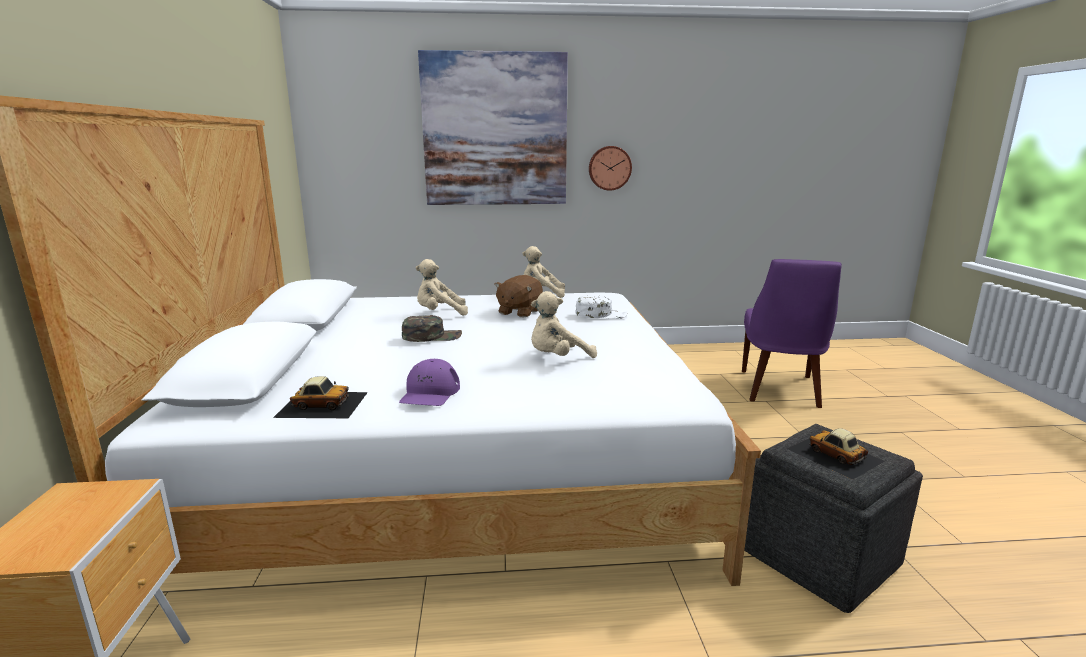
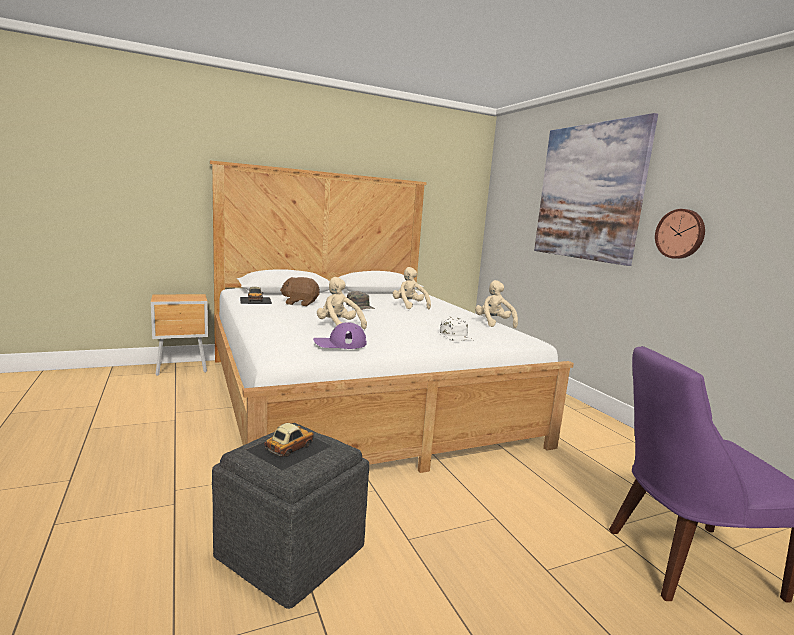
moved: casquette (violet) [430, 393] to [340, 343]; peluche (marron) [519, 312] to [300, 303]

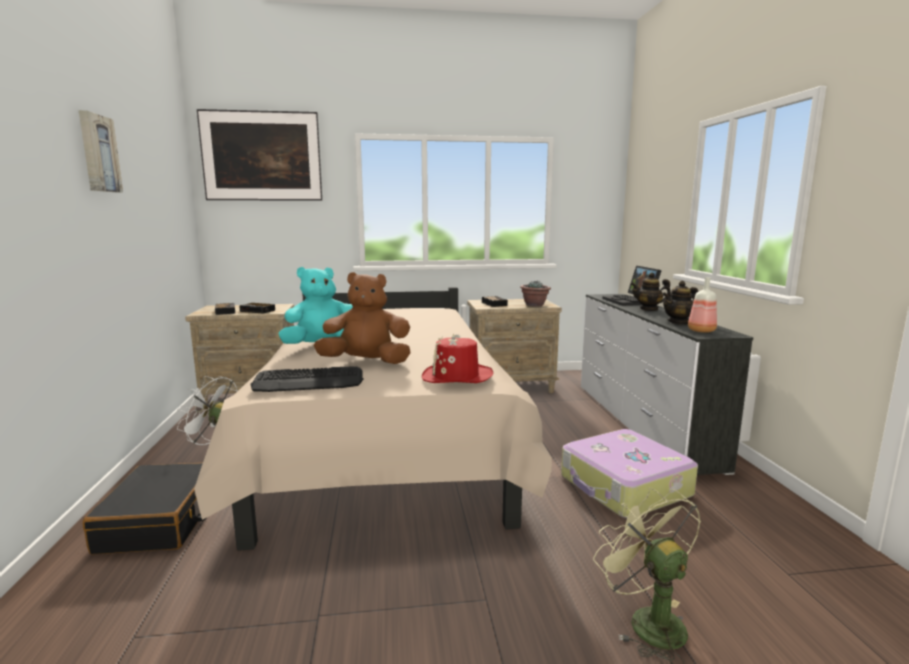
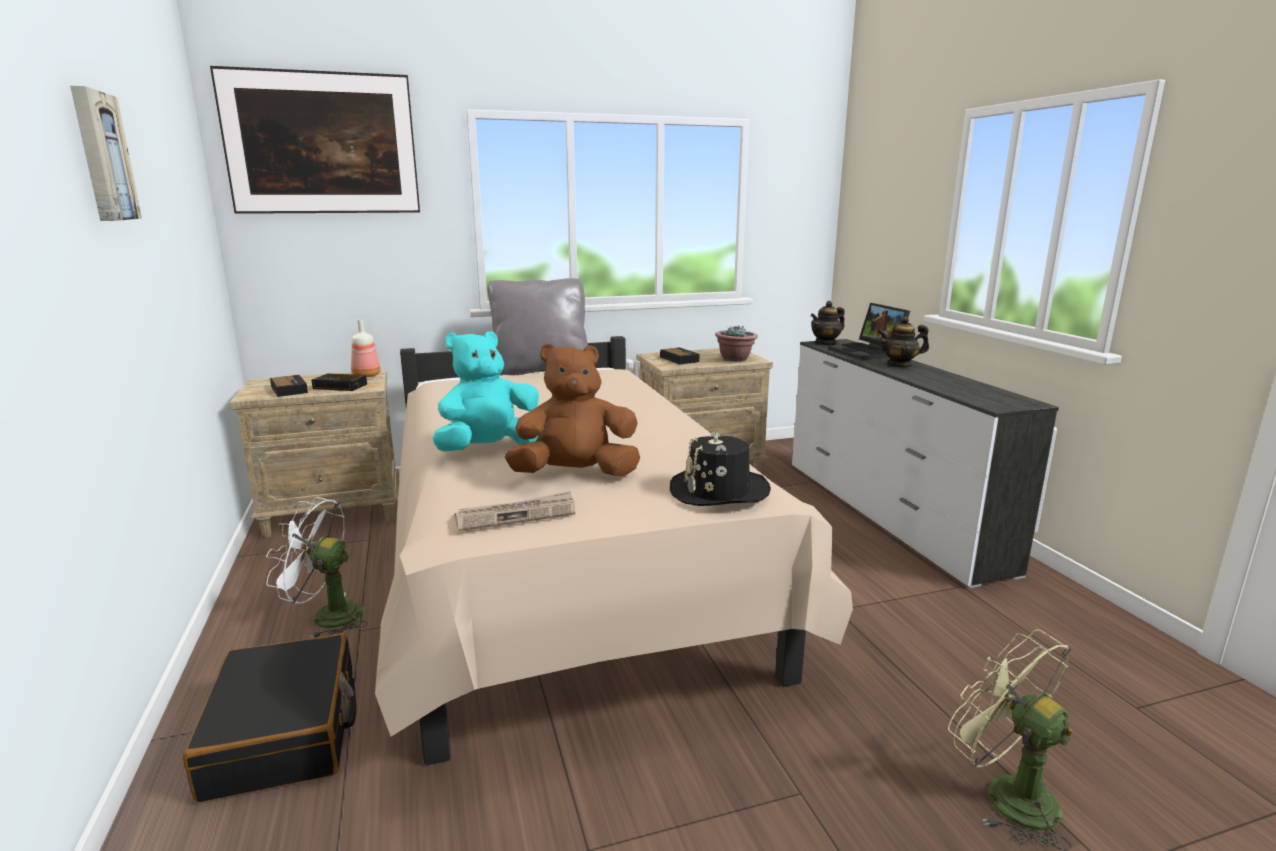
removed: valise [624, 487]
added: coussin (gris) [541, 370]
moved: théière [678, 322] to [826, 343]; bouteille [700, 331] to [365, 375]
replaced: clavier [309, 381] to journal [516, 515]
recoloured: chapeau (rouge) [456, 376] to chapeau (noir) [719, 491]

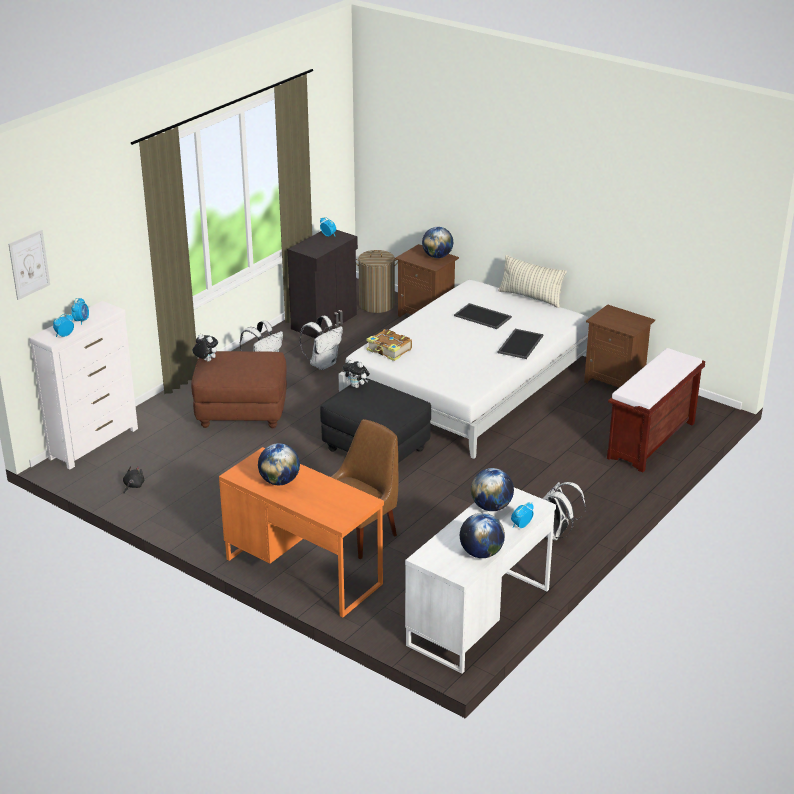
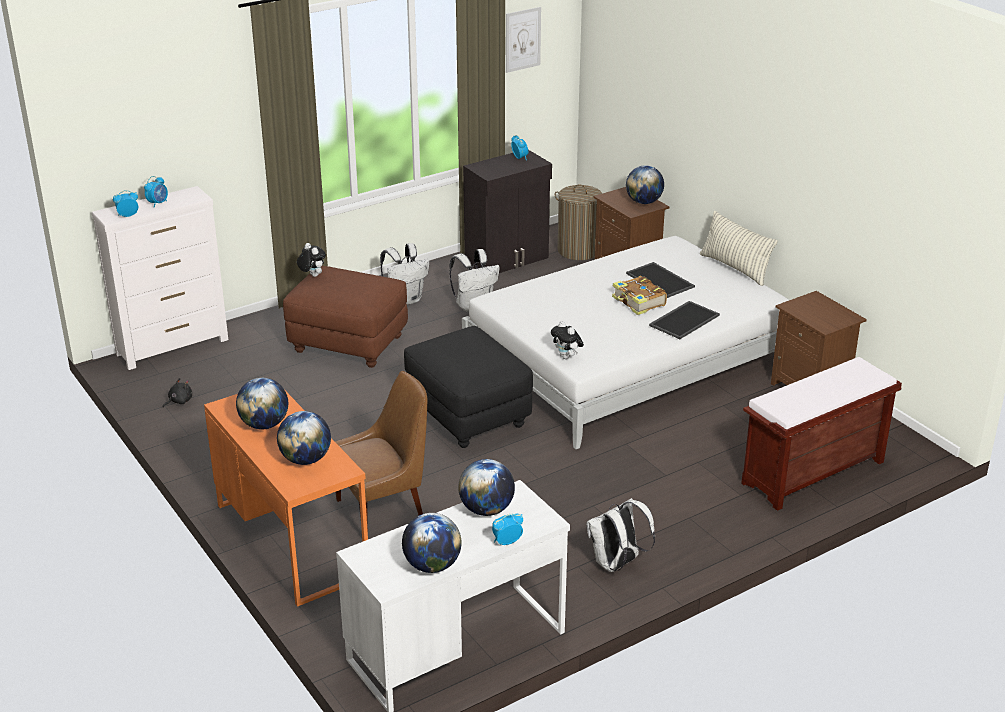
added: globe [305, 459]
moved: tableau [29, 264] to [523, 39]; peluche [356, 386] to [567, 357]; livre [389, 351] to [638, 302]

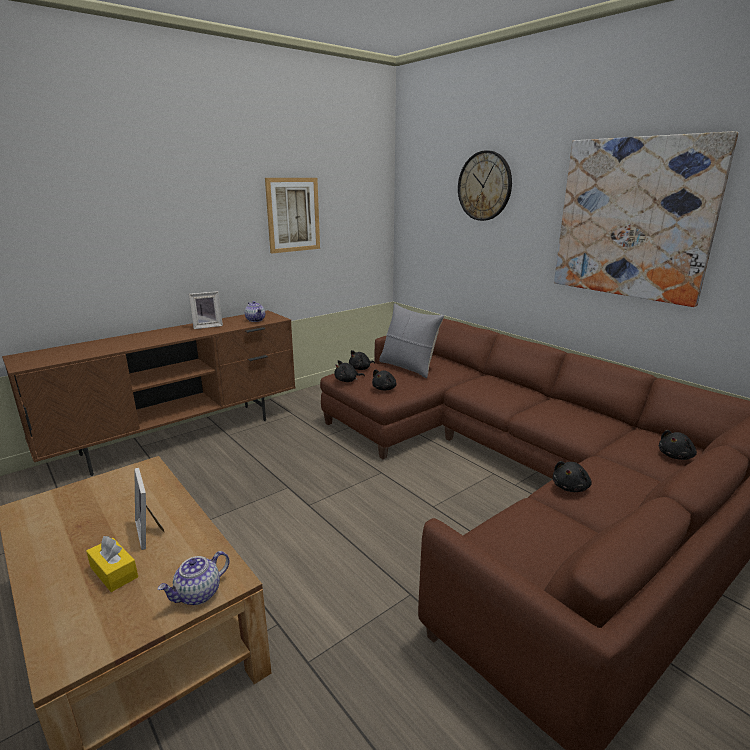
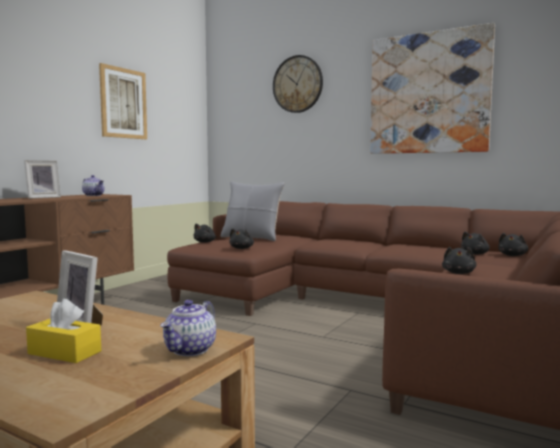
moved: peluche (noir) [347, 380] to [475, 254]

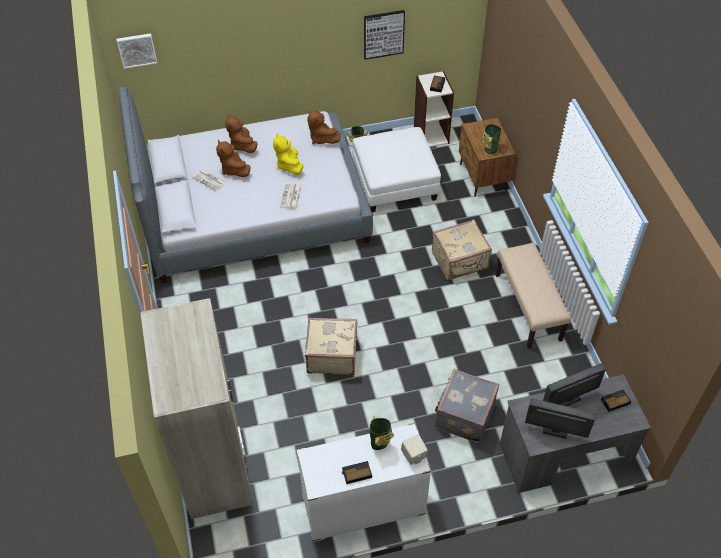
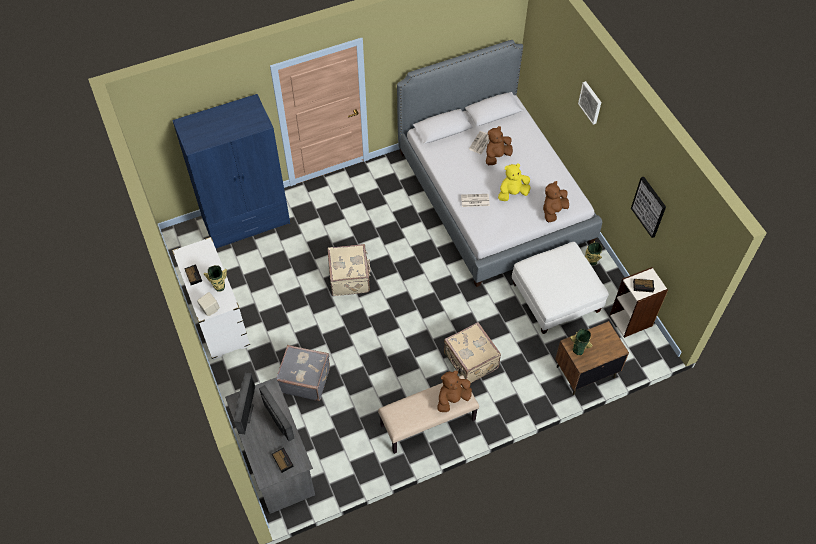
moved: tableau [137, 49] to [591, 102]; peluche (marron) [242, 145] to [452, 399]
recoloured: armoire (beige) [214, 462] to armoire (bleu) [246, 221]

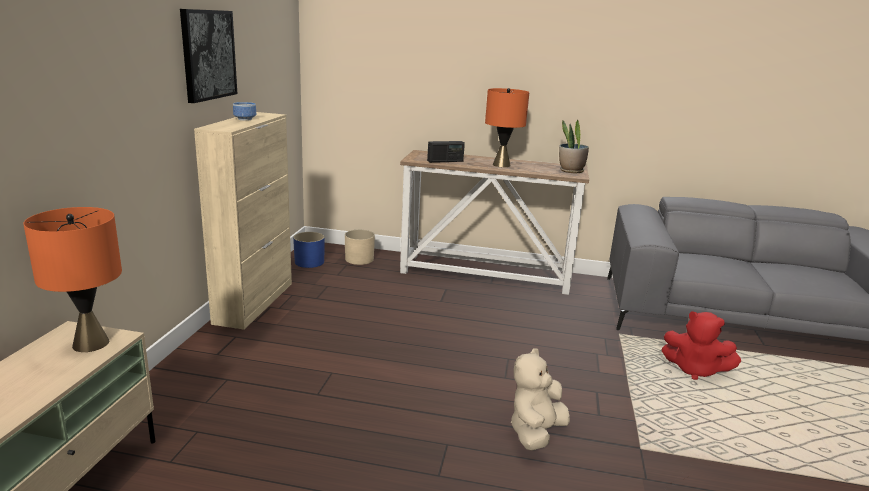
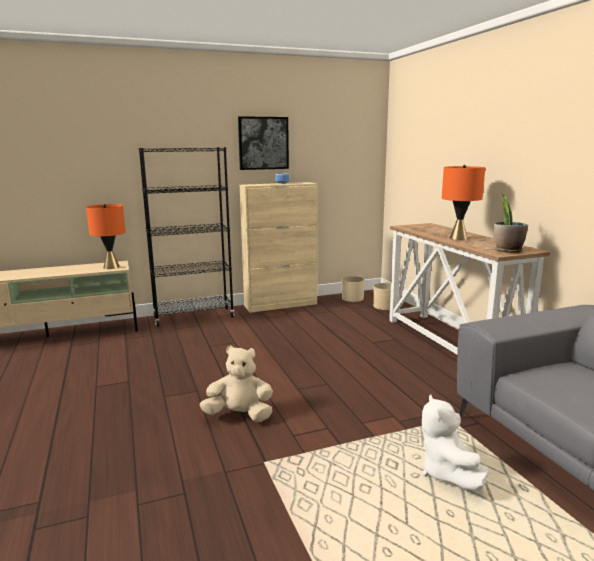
removed: radio [445, 161]
added: bibliothèque (noir) [194, 317]
recoloured: cache-pot (bleu) [309, 262] to cache-pot (beige) [352, 298]; peluche (rouge) [694, 370] to peluche (blanc) [447, 474]

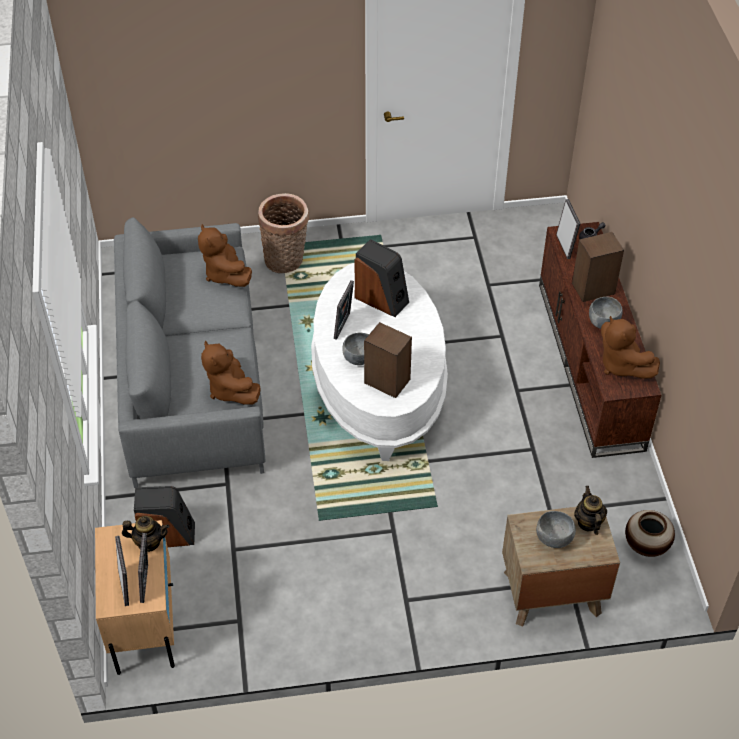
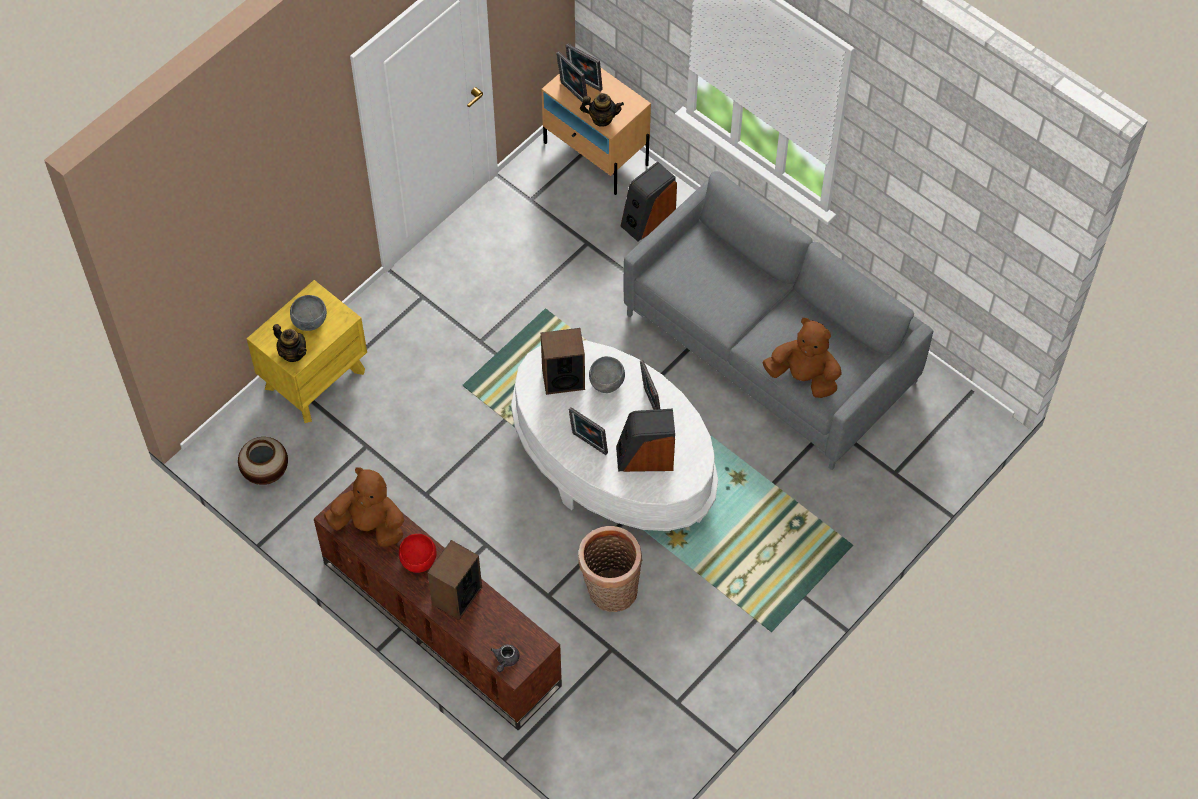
removed: peluche (marron) [230, 389]
moved: panier [286, 260] to [609, 592]; cadre photo [565, 246] to [588, 445]
recoloured: table de chevet (marron) [551, 593] to table de chevet (jaune) [315, 378]; bol (gris) [603, 323] to bol (rouge) [419, 560]
turned: théière [148, 542] = [602, 119] 135 degrees counterclockwise

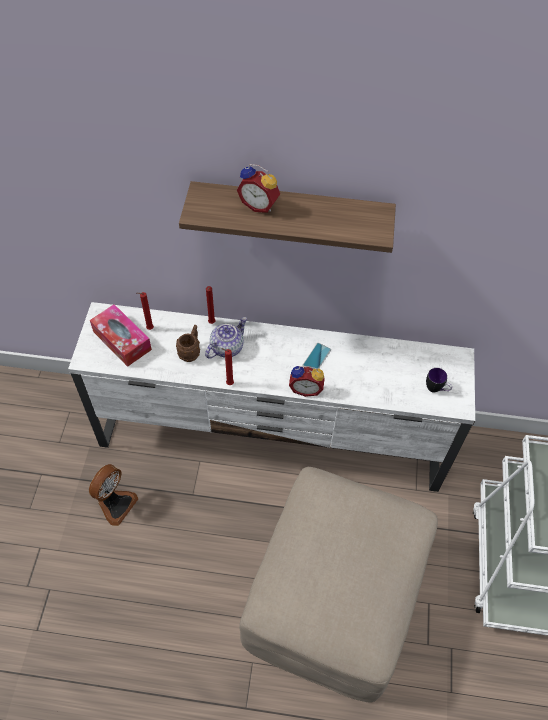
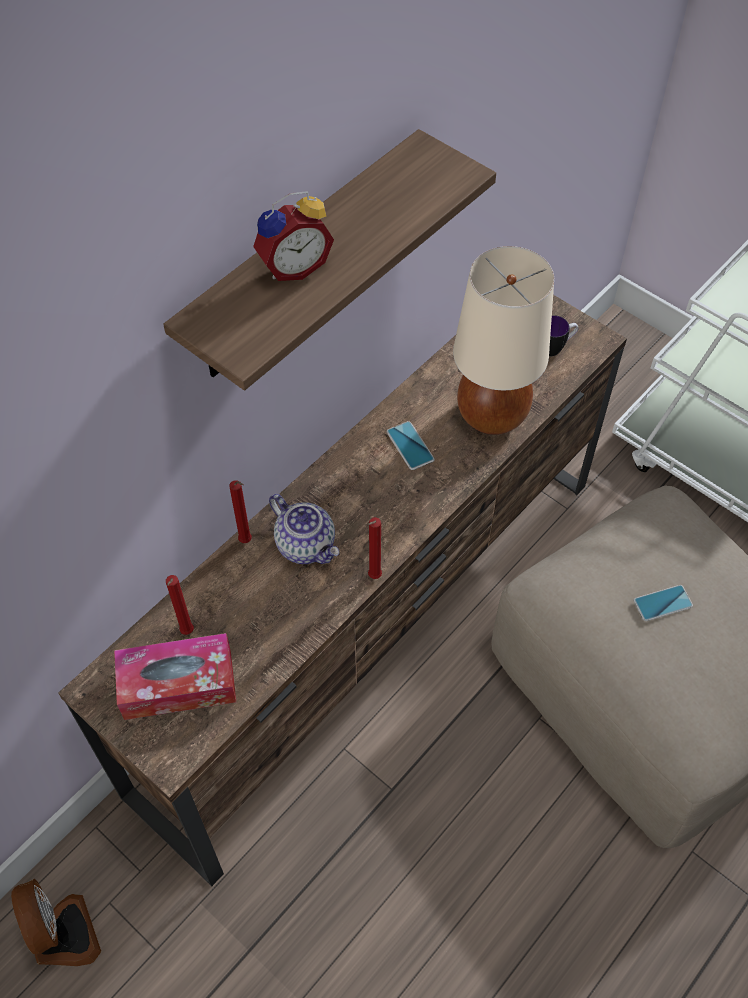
removed: mug (marron) [191, 352]; réveil [306, 388]
added: lampe de table (beige) [491, 414]; téléphone [662, 603]
moved: ventilateur [115, 504] to [62, 936]
recoloured: meuble télé (blanc) [273, 437] to meuble télé (marron) [375, 628]
turned: théière [227, 347] = [306, 545] 150 degrees clockwise

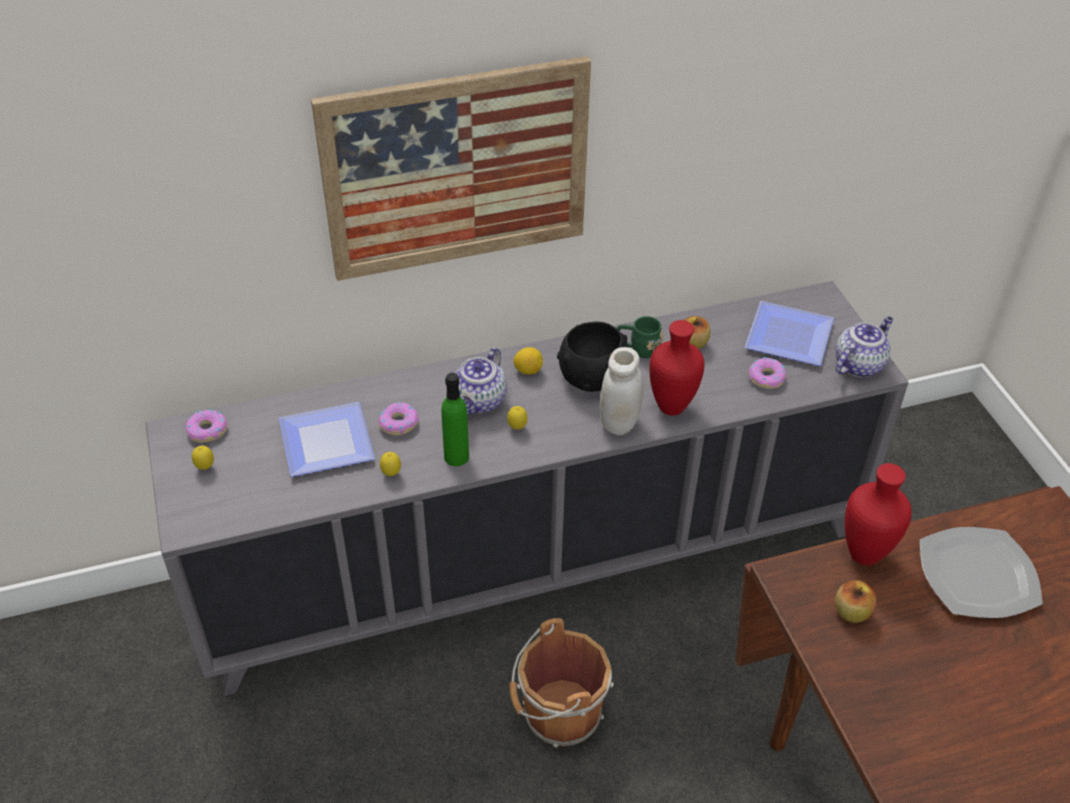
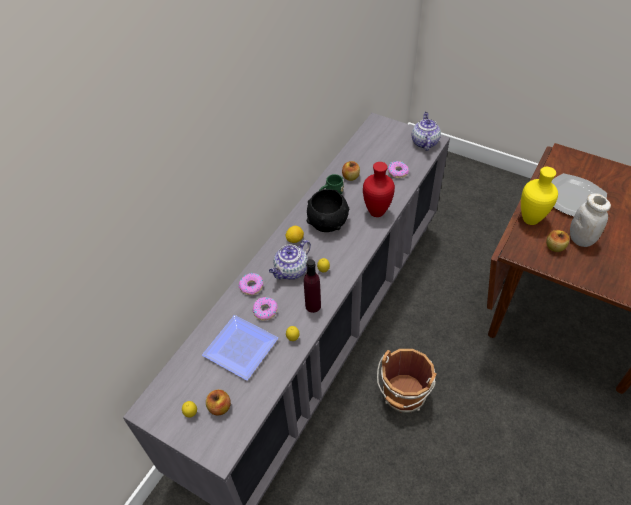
removed: tableau [456, 169]; assiette [786, 334]
added: pomme [220, 407]
moved: beignet [207, 431] to [252, 286]; bocal (blanc) [619, 423] to [581, 239]
recoloured: bouteille (vert) [456, 456] to bouteille (violet) [313, 306]; vase (rouge) [862, 554] to vase (jaune) [529, 220]
turned: théière [479, 402] = [291, 271] 60 degrees clockwise

